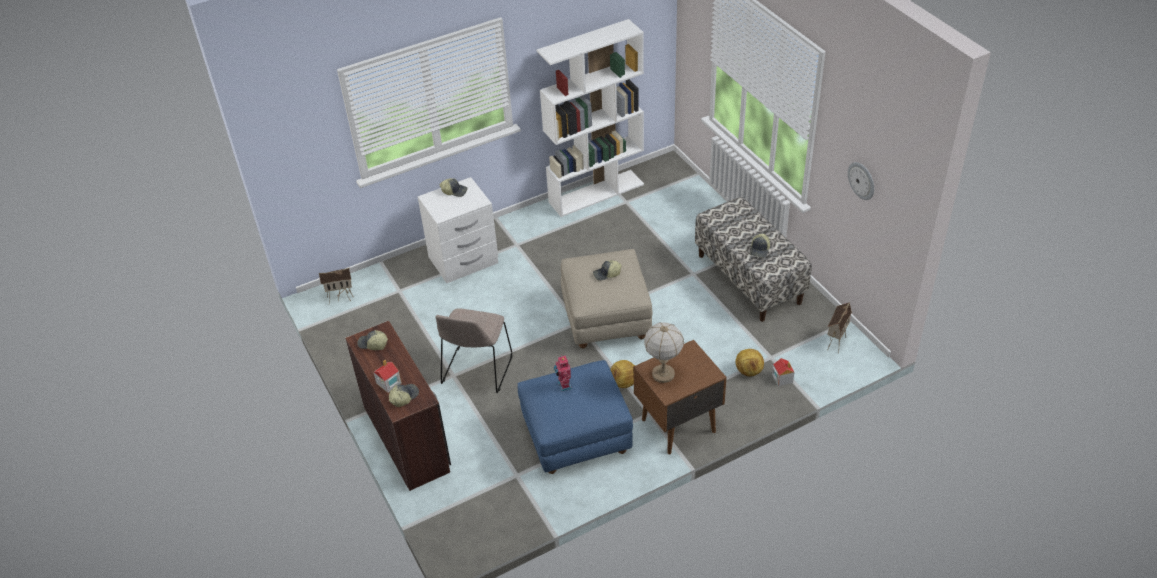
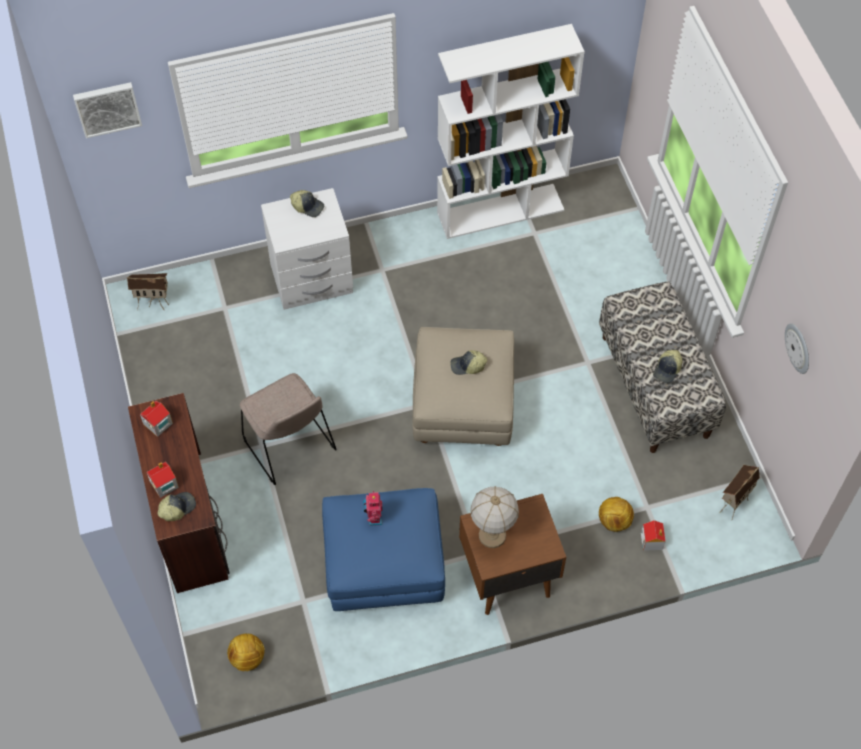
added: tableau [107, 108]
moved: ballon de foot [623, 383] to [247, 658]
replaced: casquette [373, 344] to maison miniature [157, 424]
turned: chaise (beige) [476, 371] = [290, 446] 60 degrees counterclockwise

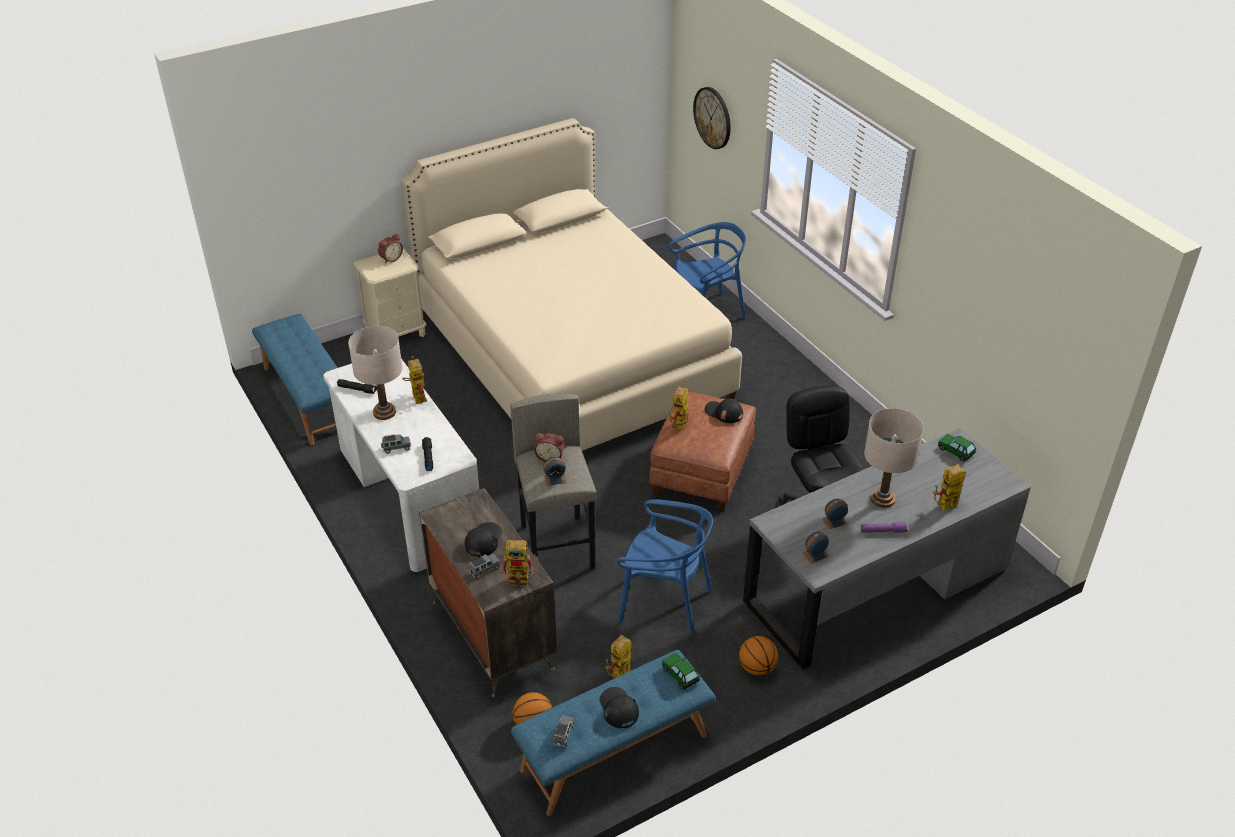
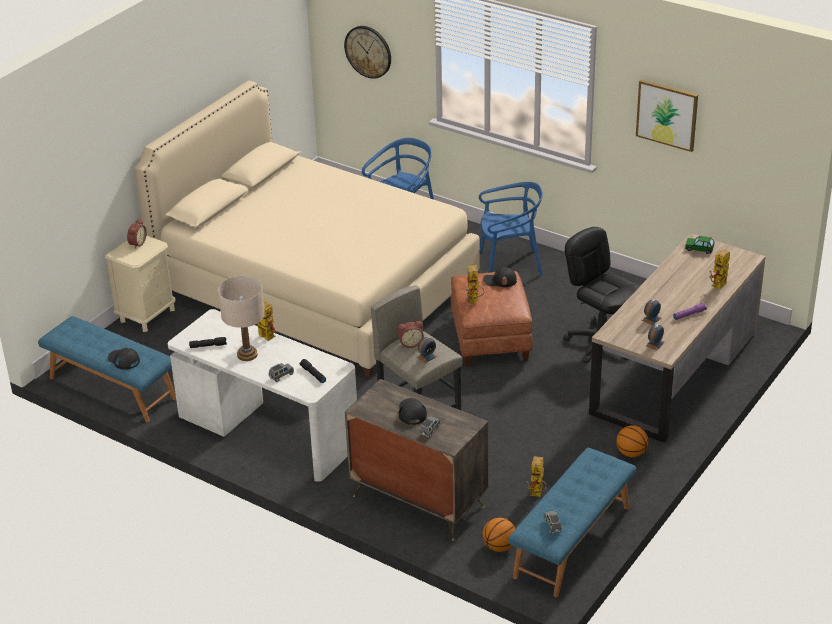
removed: robot jouet [523, 579]; petite voiture [680, 674]; lampe de table (beige) [882, 499]
added: tableau [667, 114]
moved: casquette (noir) [618, 708] to [123, 360]; chaise (bleu) [664, 602] to [509, 265]
recoloured: bureau (gris) [876, 585] to bureau (marron) [674, 372]

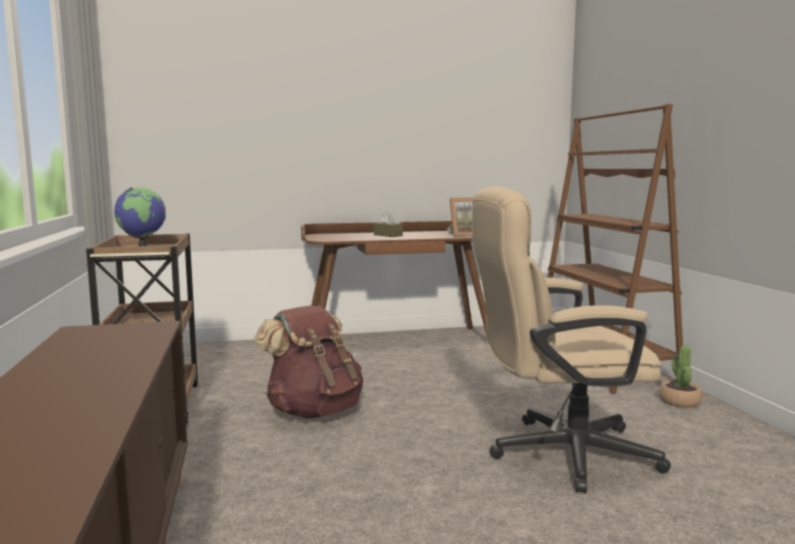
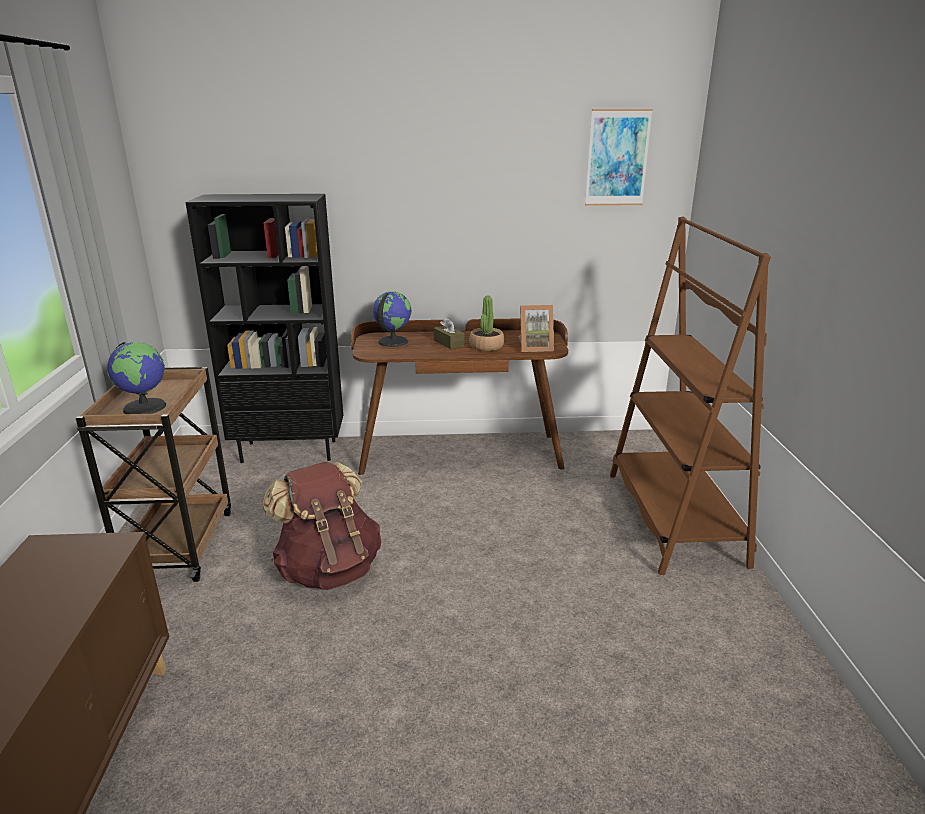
removed: chaise de bureau (beige) [557, 453]
added: bibliothèque (noir) [290, 451]; globe [392, 341]; tableau [617, 158]
moved: plante en pot [679, 401] to [486, 346]

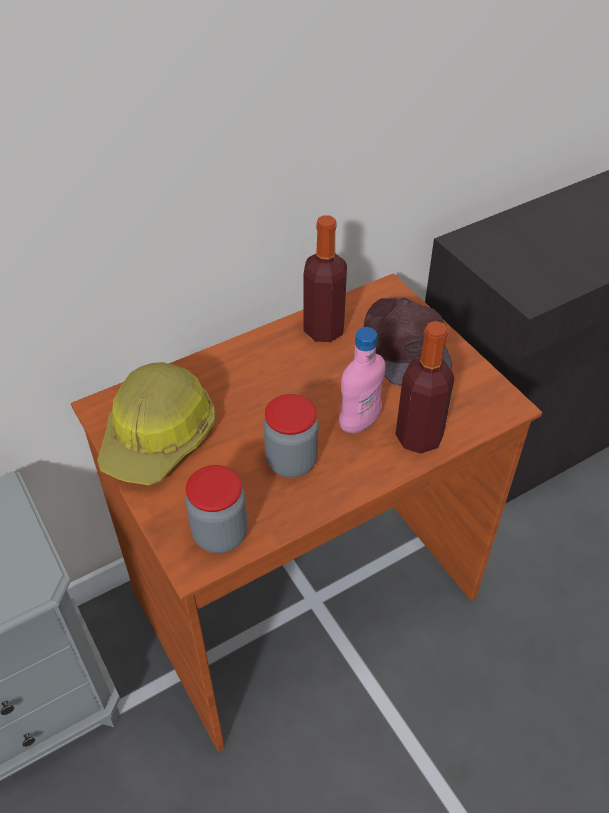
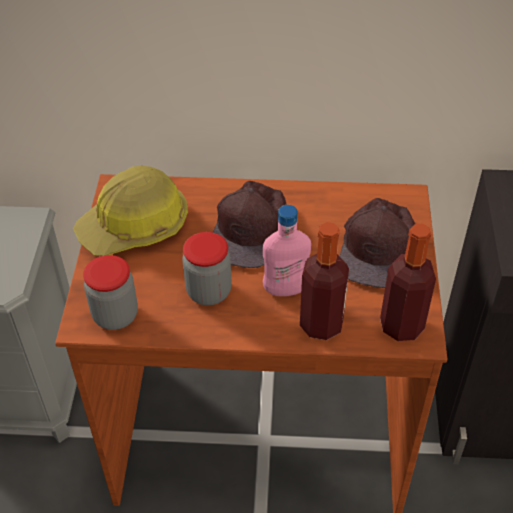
added: casquette (marron) [251, 230]
moved: bouteille [323, 330] to [401, 326]

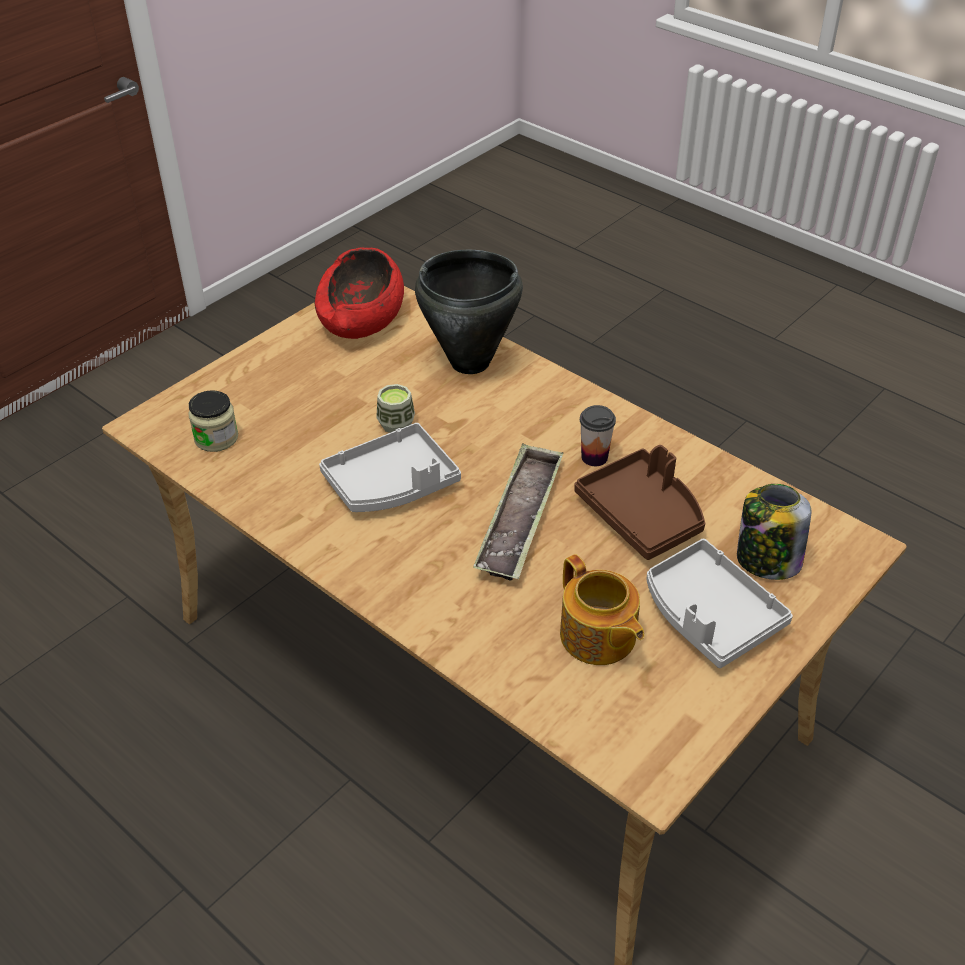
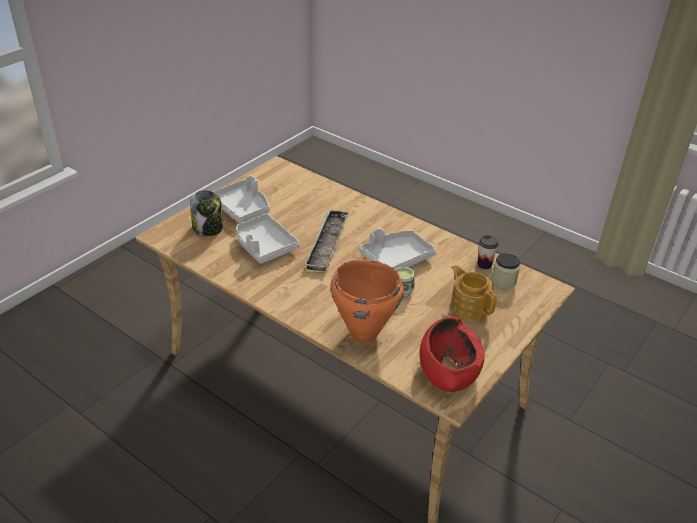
moved: théière [598, 637] to [469, 306]; tasse [594, 457] to [484, 264]
recoloured: marmite (noir) [470, 363] to marmite (orange) [363, 333]; plateau (marron) [642, 515] to plateau (gris) [264, 246]

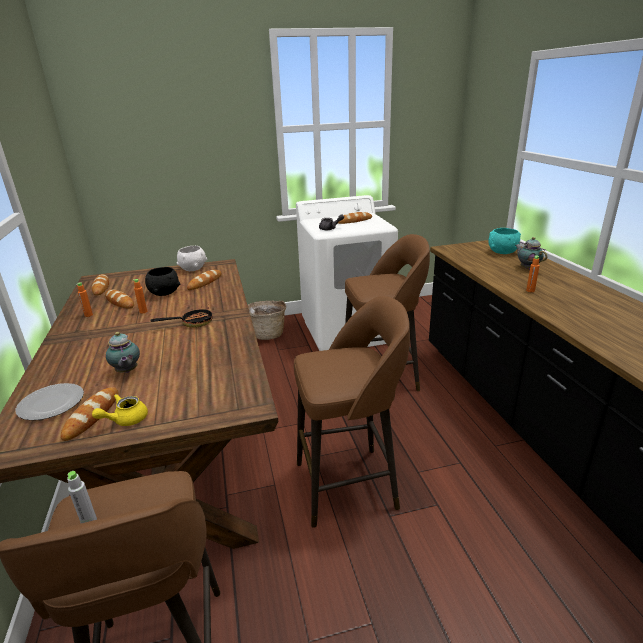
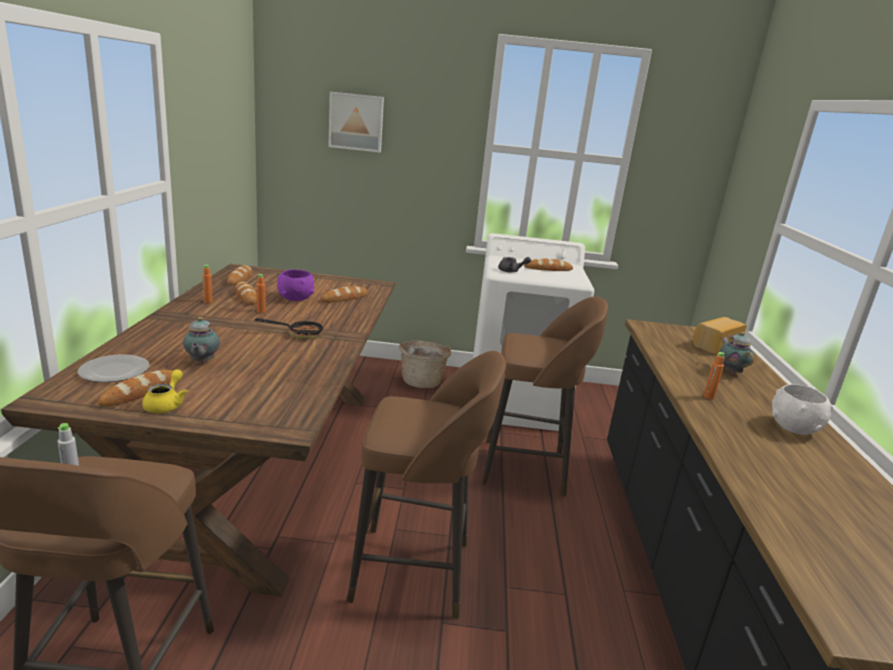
added: tableau [356, 122]
moved: bol (blanc) [193, 269] to [794, 427]
replaced: bol (turquoise) [502, 252] to pain [714, 346]
recoloured: bol (noir) [164, 293] to bol (violet) [295, 298]
turned: théière (jaune) [125, 420] = [166, 404] 120 degrees clockwise

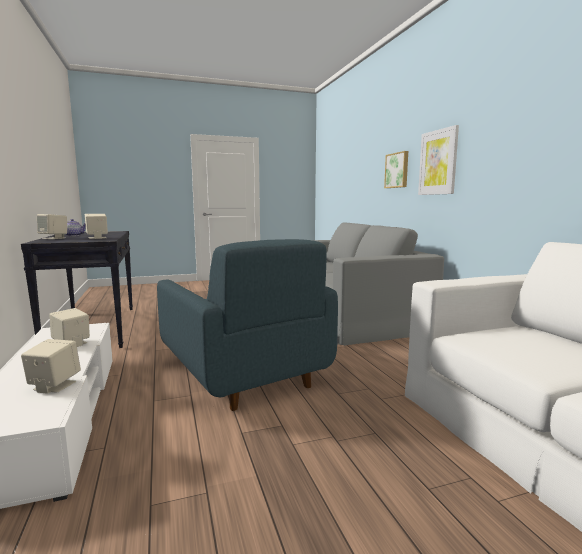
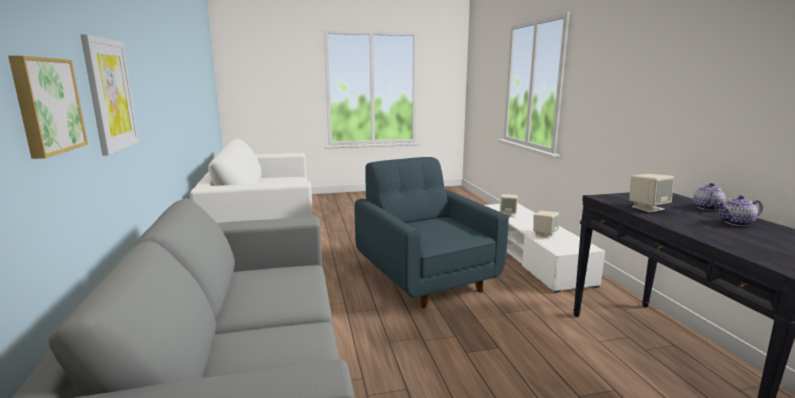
replaced: enceinte (beige) [54, 238] to théière [706, 208]

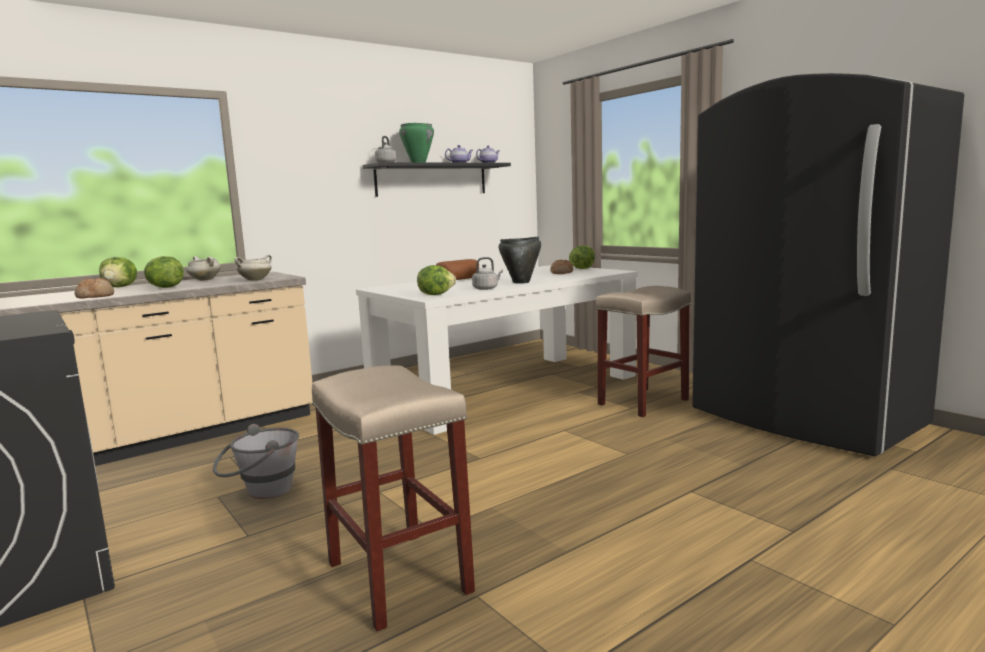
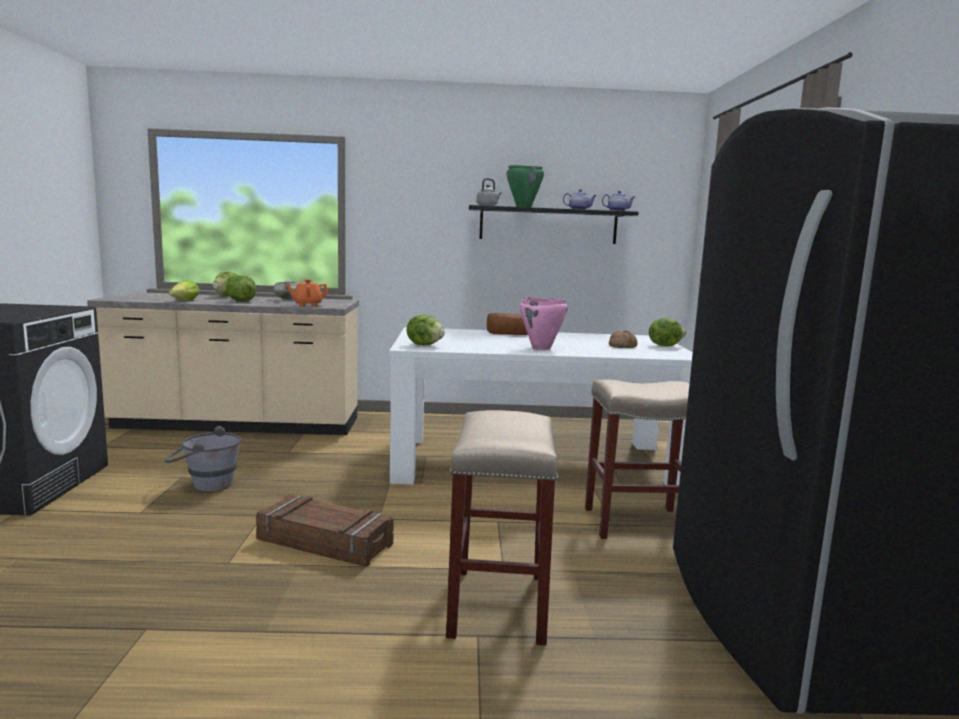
removed: bouilloire (gris) [486, 288]
added: caisse [325, 542]
moved: tabouret (beige) [400, 578] to [499, 606]
replaced: pain [96, 296] to laitue [185, 301]; marmite (blanc) [255, 280] to théière (orange) [307, 305]
recoloured: marmite (noir) [521, 282] to marmite (rose) [541, 348]

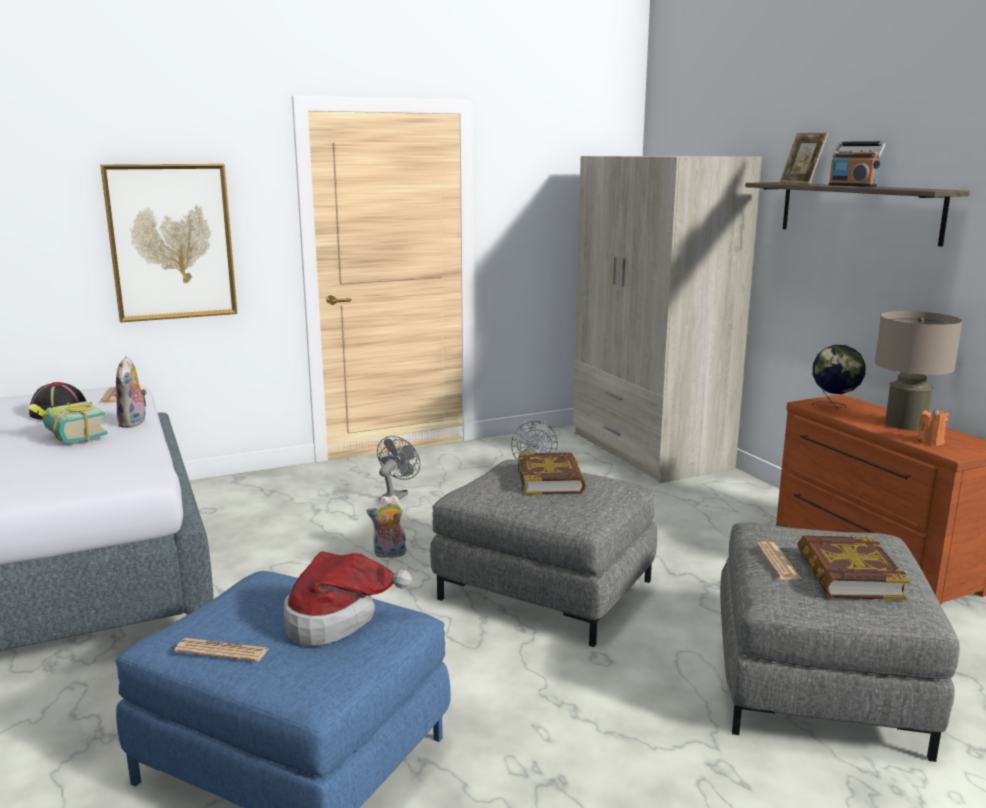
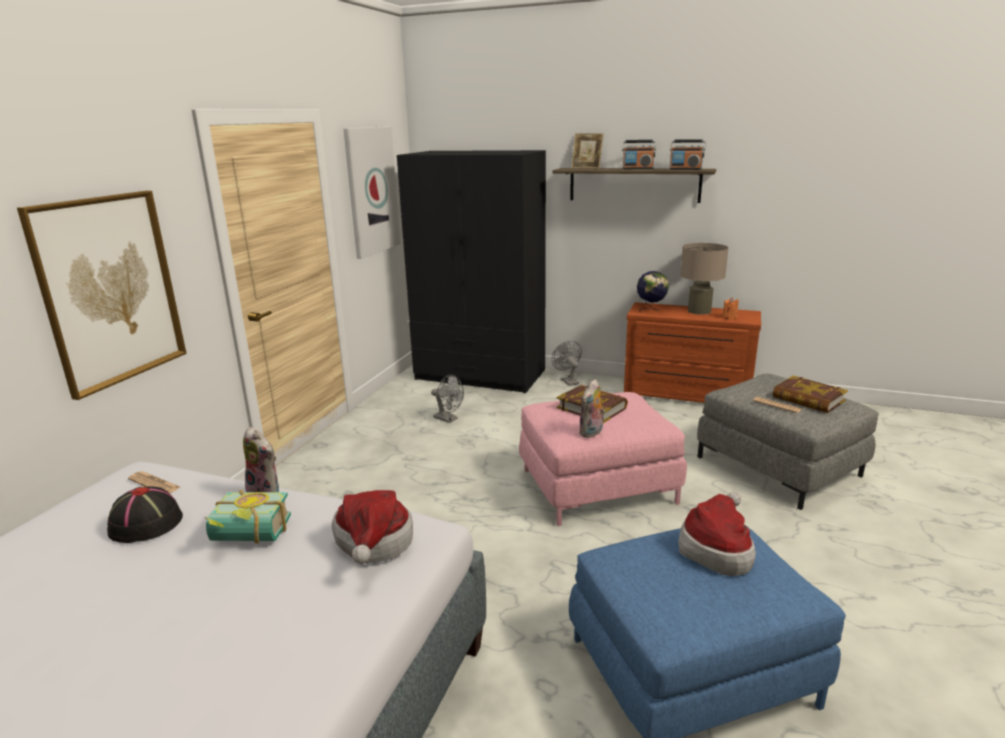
removed: journal [222, 651]
added: chapeau [373, 544]; tableau [371, 191]; radio [685, 169]
moved: peluche [389, 554] to [591, 433]; ventilateur (gris) [396, 496] to [567, 381]
recoloured: pouf (gris) [546, 589] to pouf (rose) [597, 485]; armoire (beige) [648, 451] to armoire (noir) [480, 375]

